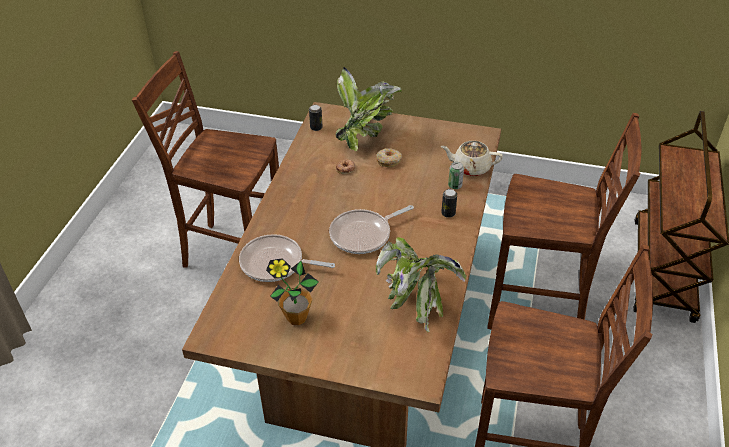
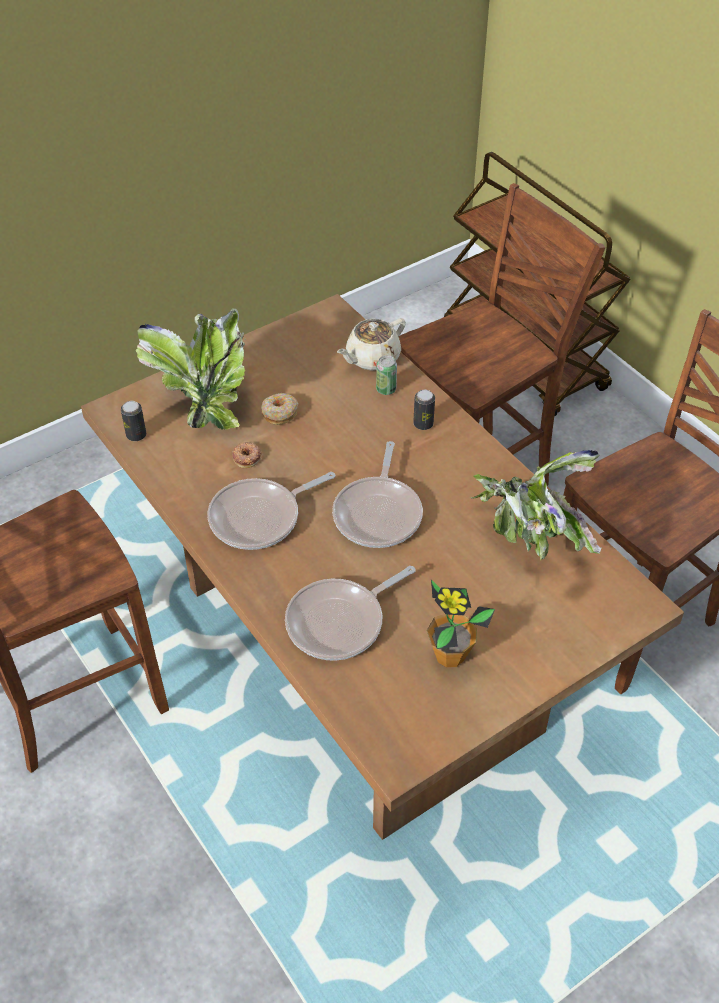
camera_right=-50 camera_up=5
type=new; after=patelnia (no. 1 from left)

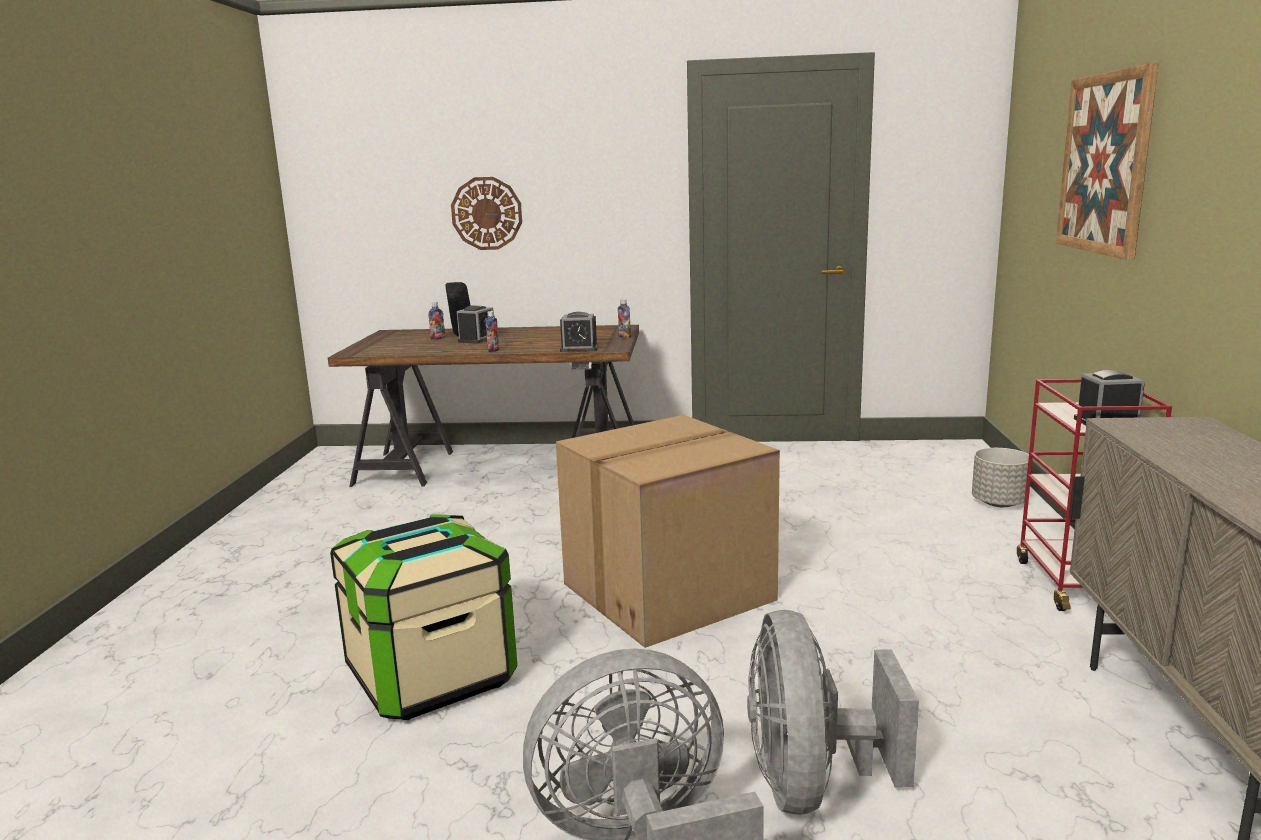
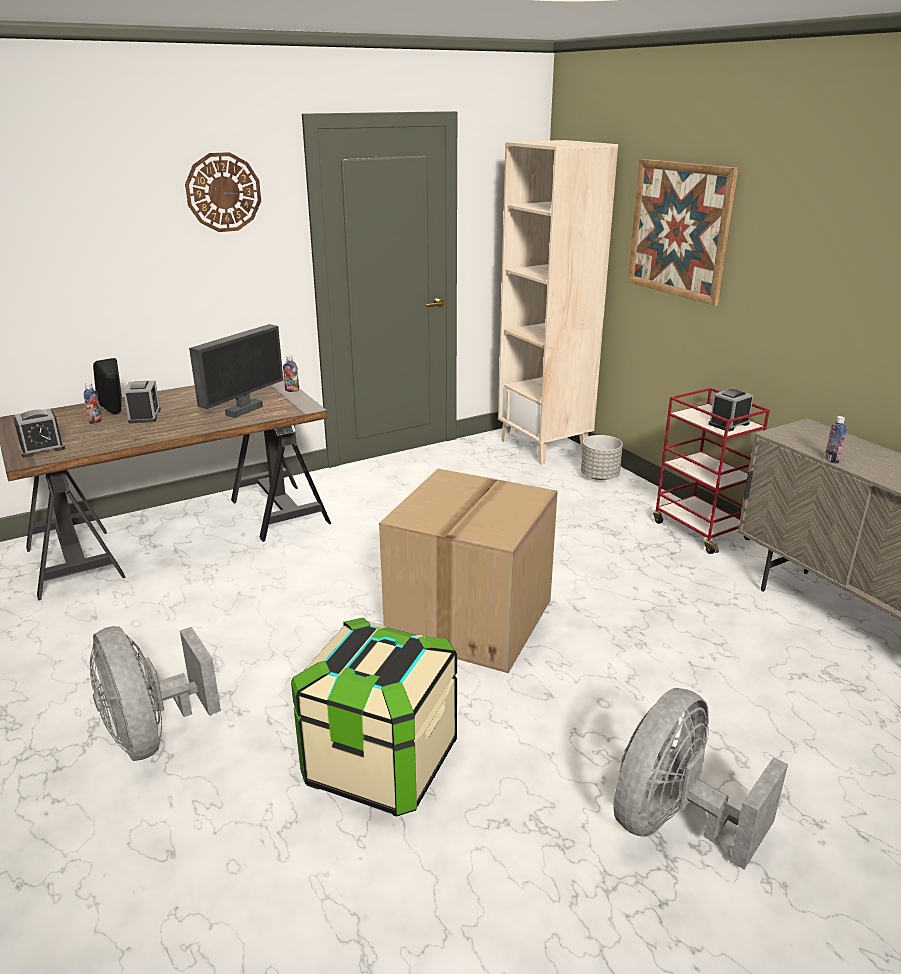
camera_right=-35 camera_up=10
type=shifted; before=zegar ścienny
type=shifted; before=butelka (no. 2 from left in the first image); after=butelka (no. 3 from left)
type=shifted; before=budzik (no. 2 from left in the first image); after=budzik (no. 1 from left)
type=shifted; before=wentylator/szary (no. 2 from left in the first image); after=wentylator/szary (no. 1 from left)
type=new; after=regał/beżowy
type=new; after=monitor

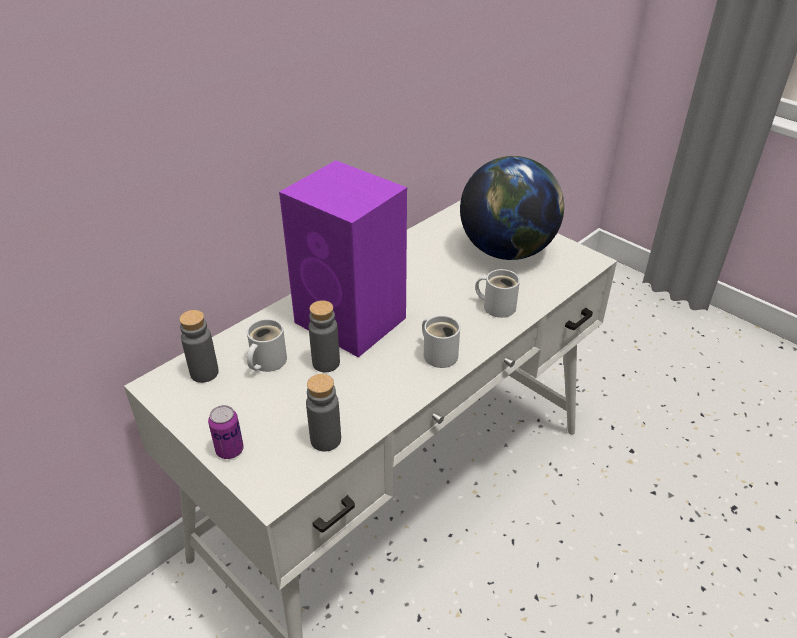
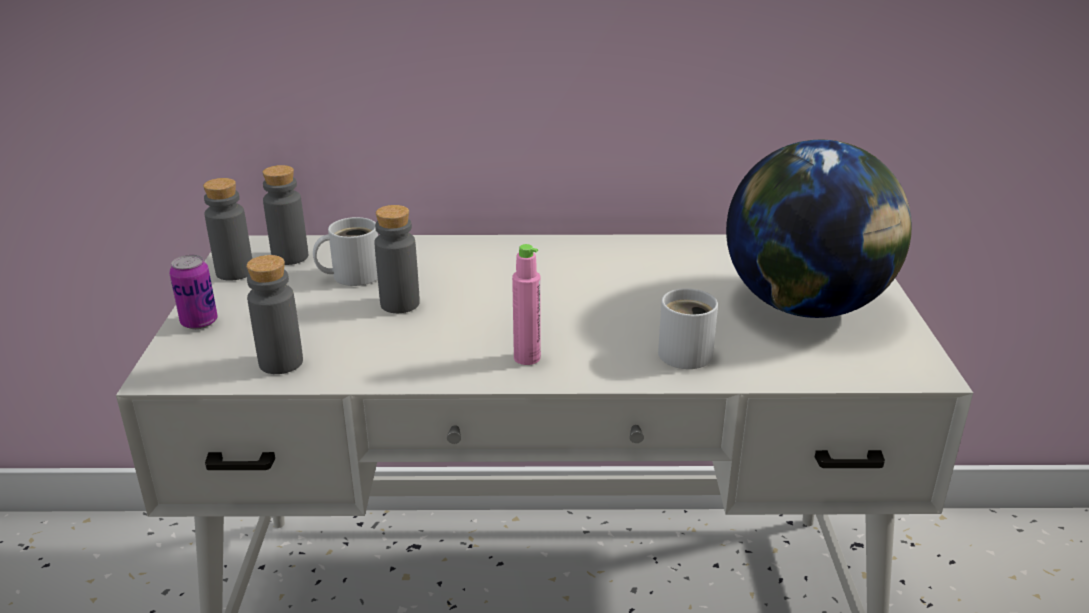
camera_right=45 camera_up=-10
type=gone; before=głośnik/fioletowy
type=swapped; before=kubek/biały (no. 2 from left); after=butelka/różowy
type=new; after=butelka/szary (no. 1 from left)

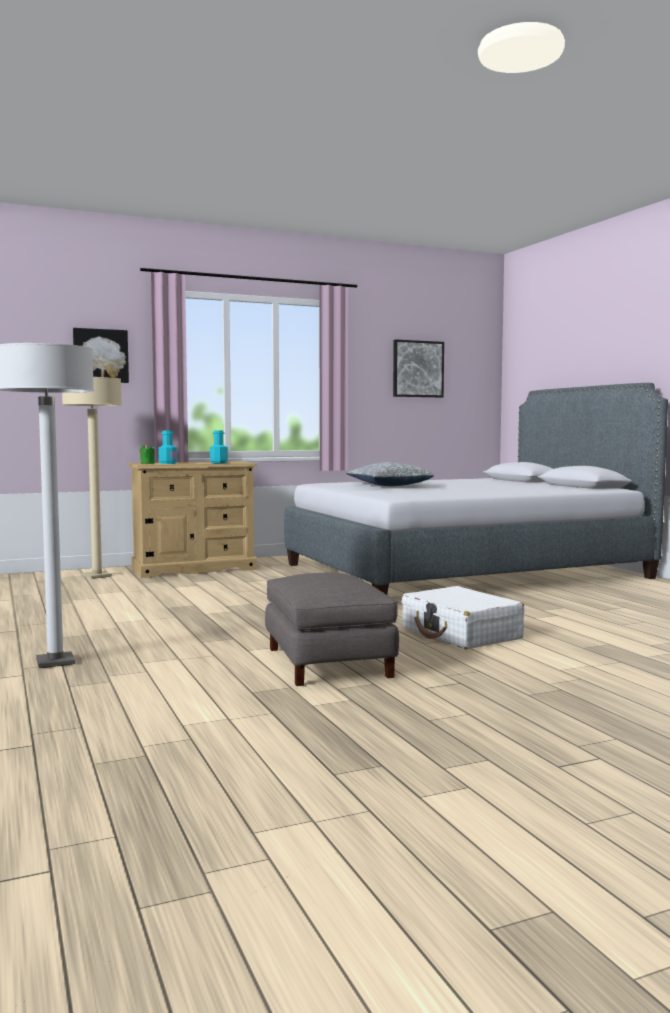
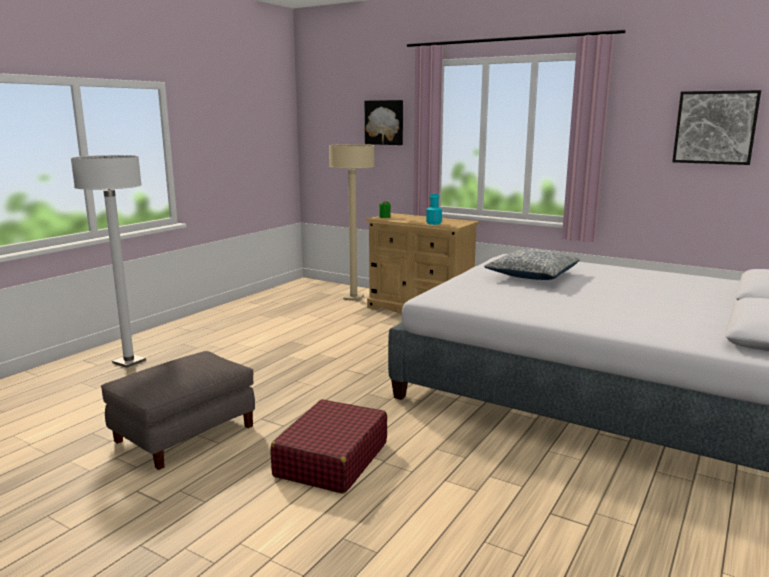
camera_right=55 camera_up=10
type=gone; before=butelka/turkusowy (no. 1 from left)
type=repainted; before=walizka/biały; after=walizka/czerwony

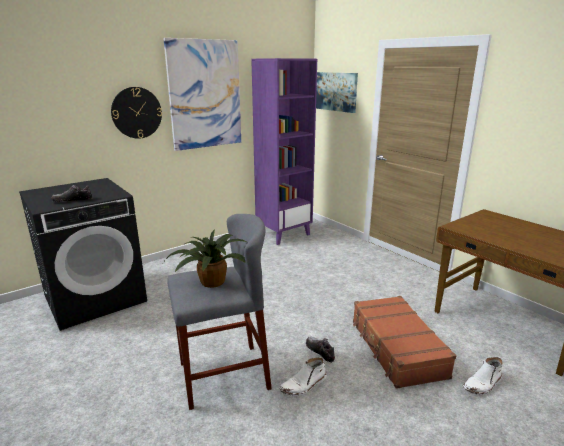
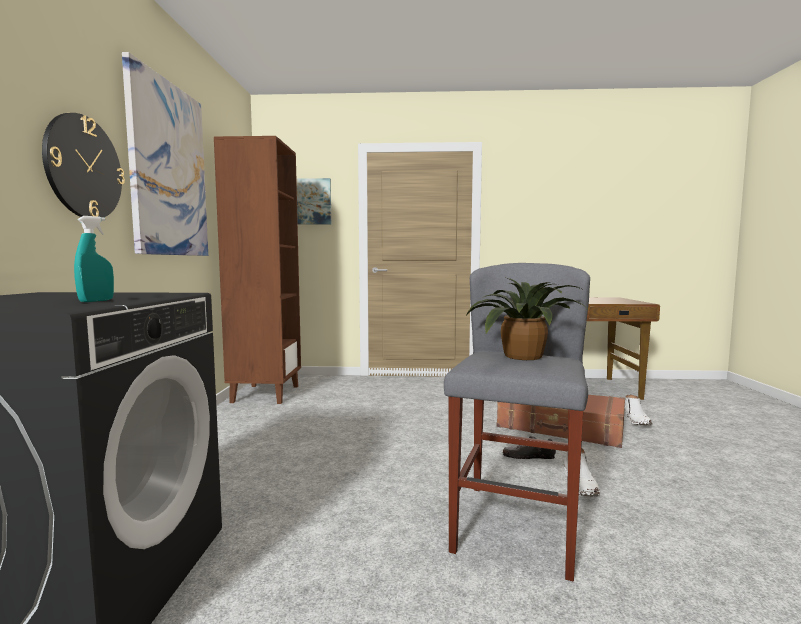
camera_right=-50 camera_up=-15
type=repainted; before=regał/fioletowy; after=regał/brązowy
type=swapped; before=but (no. 1 from left); after=spryskiwacz/turkusowy

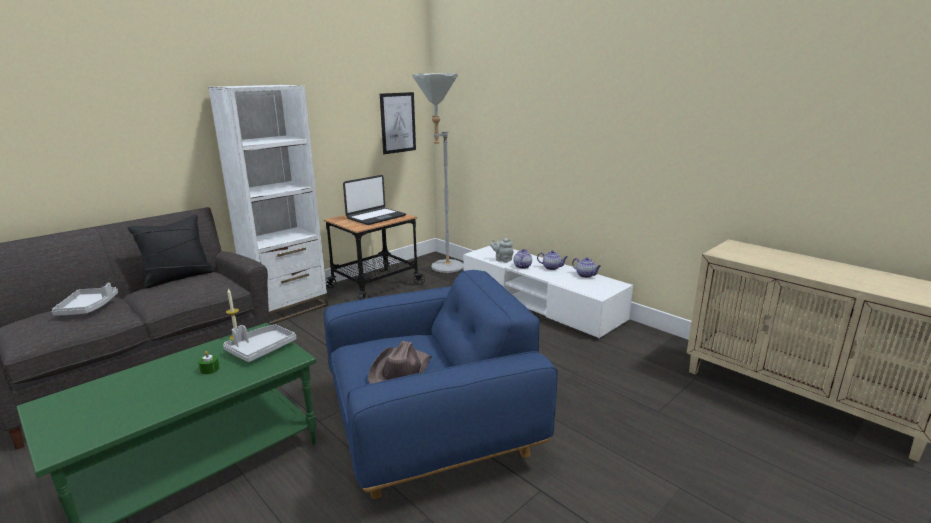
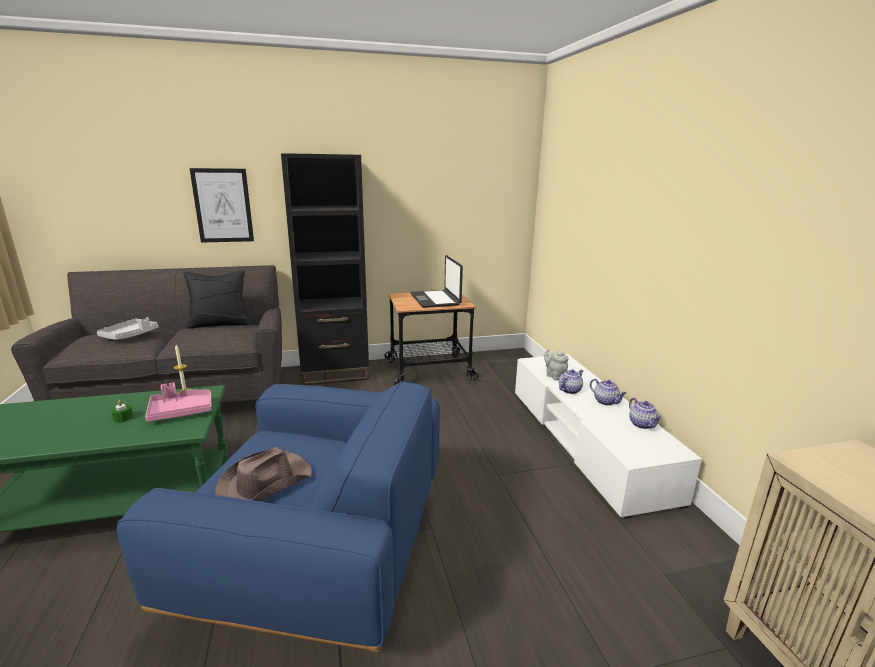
camera_right=30 camera_up=0
type=gone; before=lampa stojąca/szary
type=repainted; before=regał/biały; after=regał/czarny
type=shifted; before=obraz
type=rotated; before=laptop; turn=90
type=repainted; before=taca/szary (no. 2 from left); after=taca/różowy

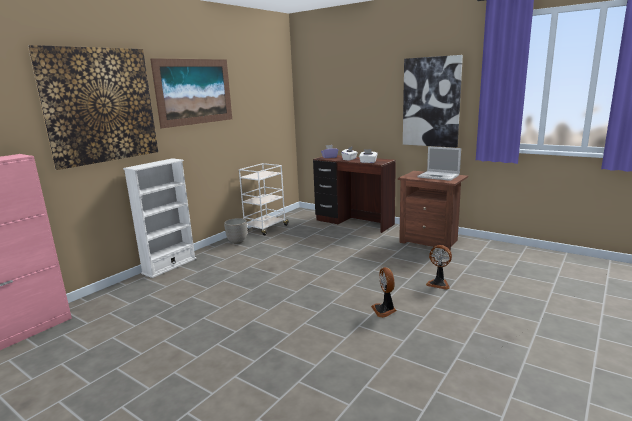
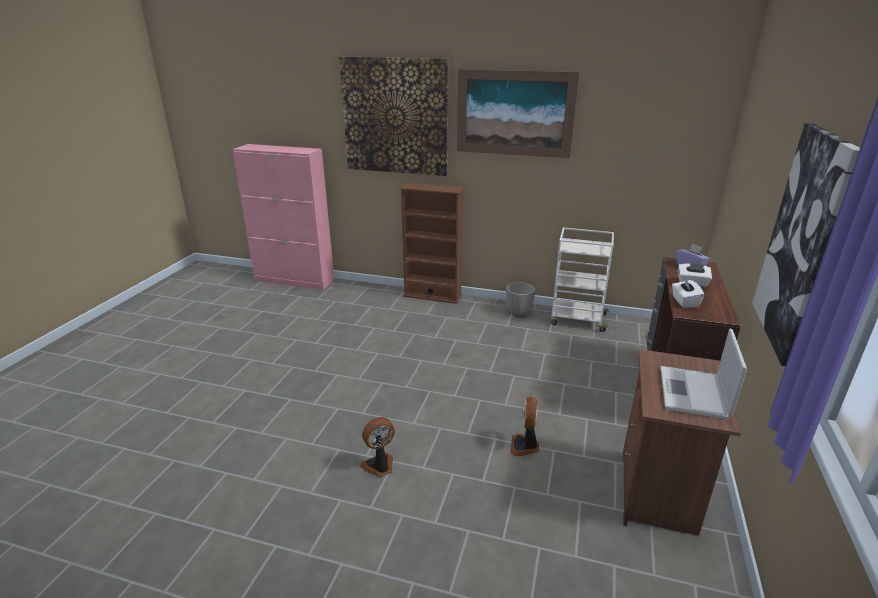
camera_right=70 camera_up=10
type=repainted; before=regał/biały; after=regał/brązowy
type=shifted; before=wentylator (no. 2 from left)

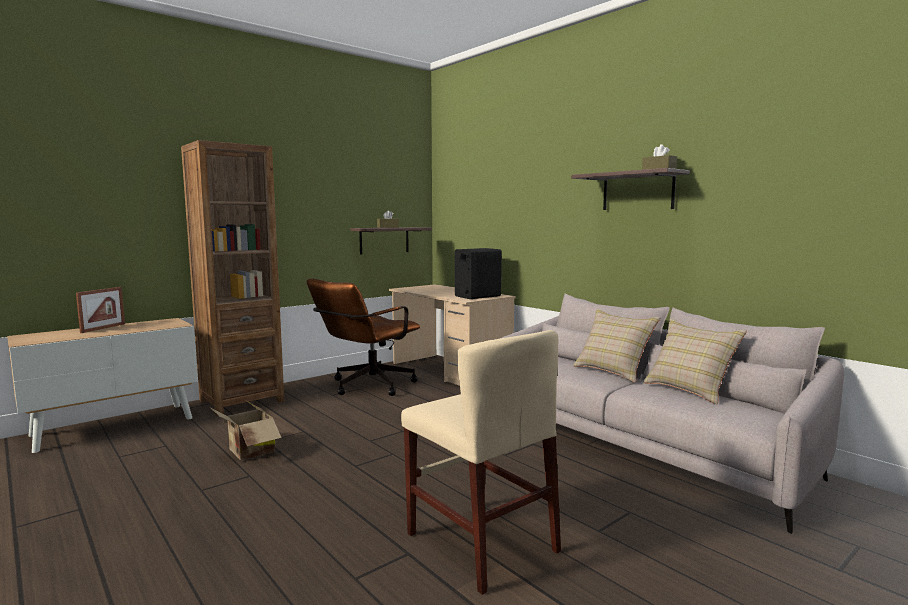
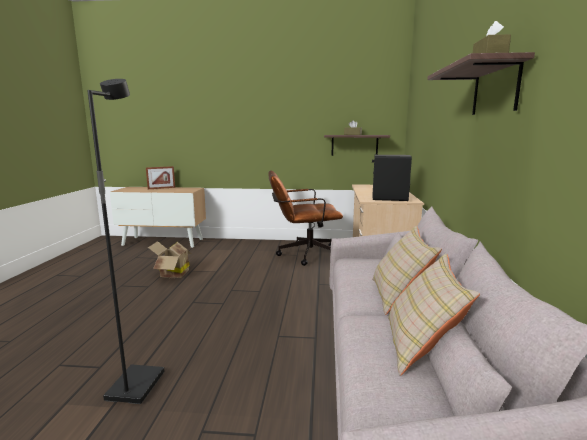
camera_right=45 camera_up=5
type=gone; before=regał/brązowy
type=swapped; before=krzesło/beżowy; after=lampa stojąca/czarny

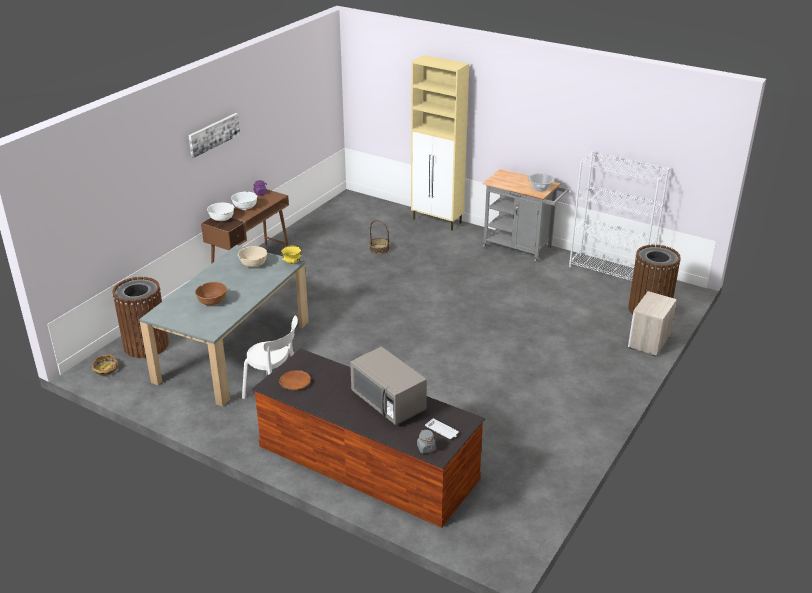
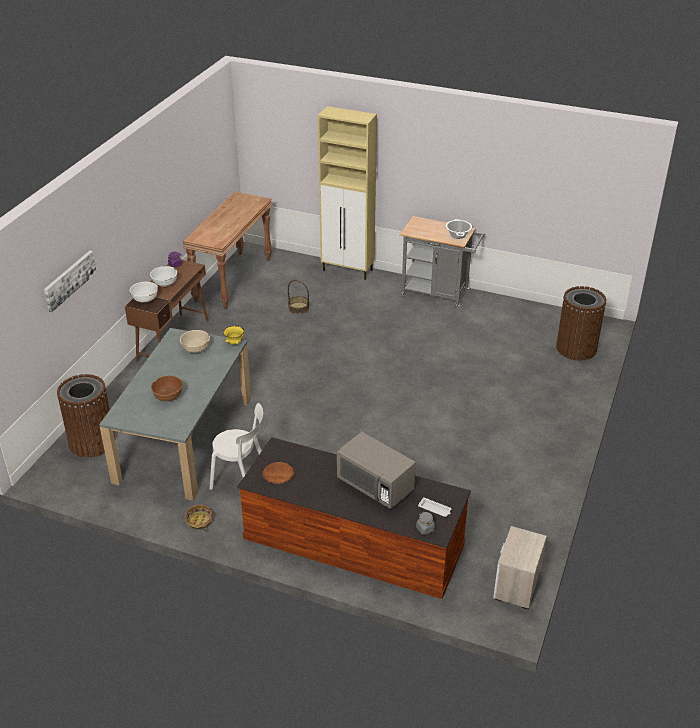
camera_right=-10 camera_up=5
type=shifted; before=obraz
type=gone; before=regał/biały
type=shifted; before=szafka nocna
type=shifted; before=koszyk (no. 1 from left)
type=new; after=stolik konsolowy/brązowy

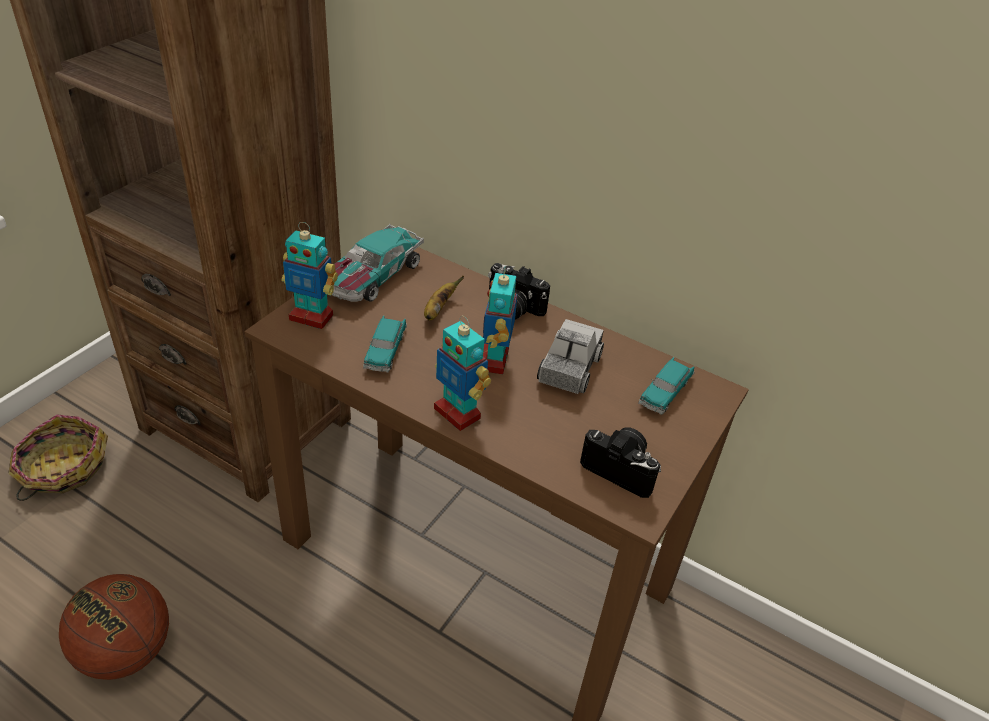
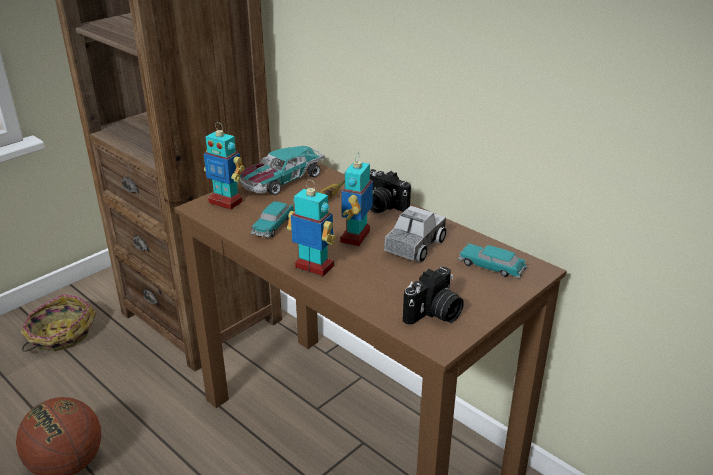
camera_right=15 camera_up=-10
type=rotated; before=robot zabawkowy (no. 2 from left); turn=150
type=rotated; before=samochodzik (no. 3 from left); turn=75
type=rotated; before=aparat fotograficzny (no. 2 from left); turn=90

